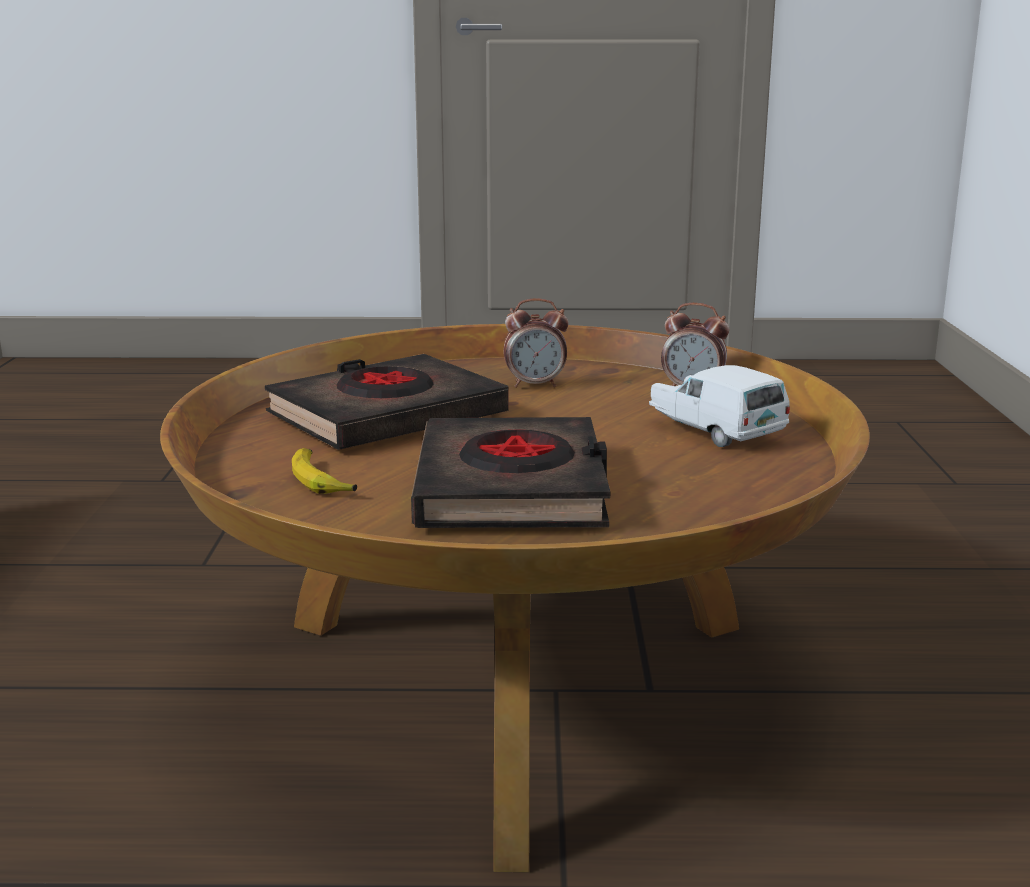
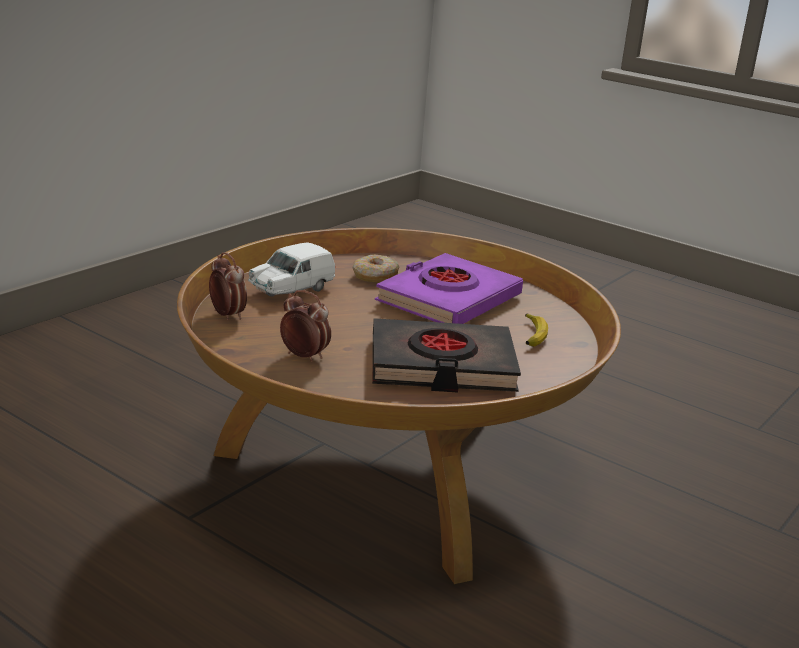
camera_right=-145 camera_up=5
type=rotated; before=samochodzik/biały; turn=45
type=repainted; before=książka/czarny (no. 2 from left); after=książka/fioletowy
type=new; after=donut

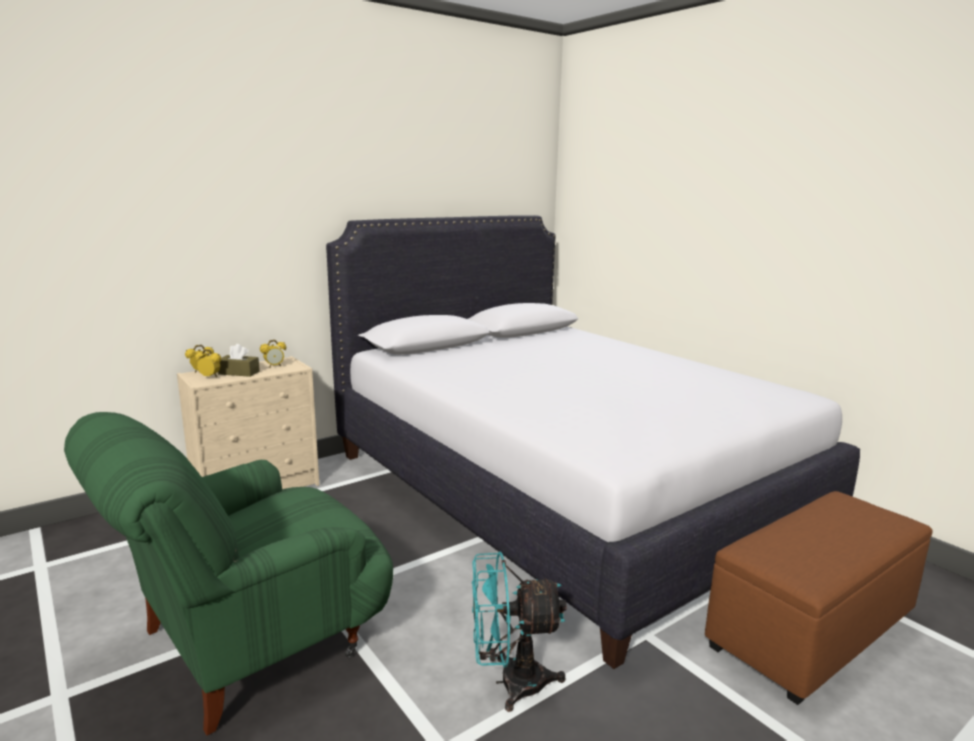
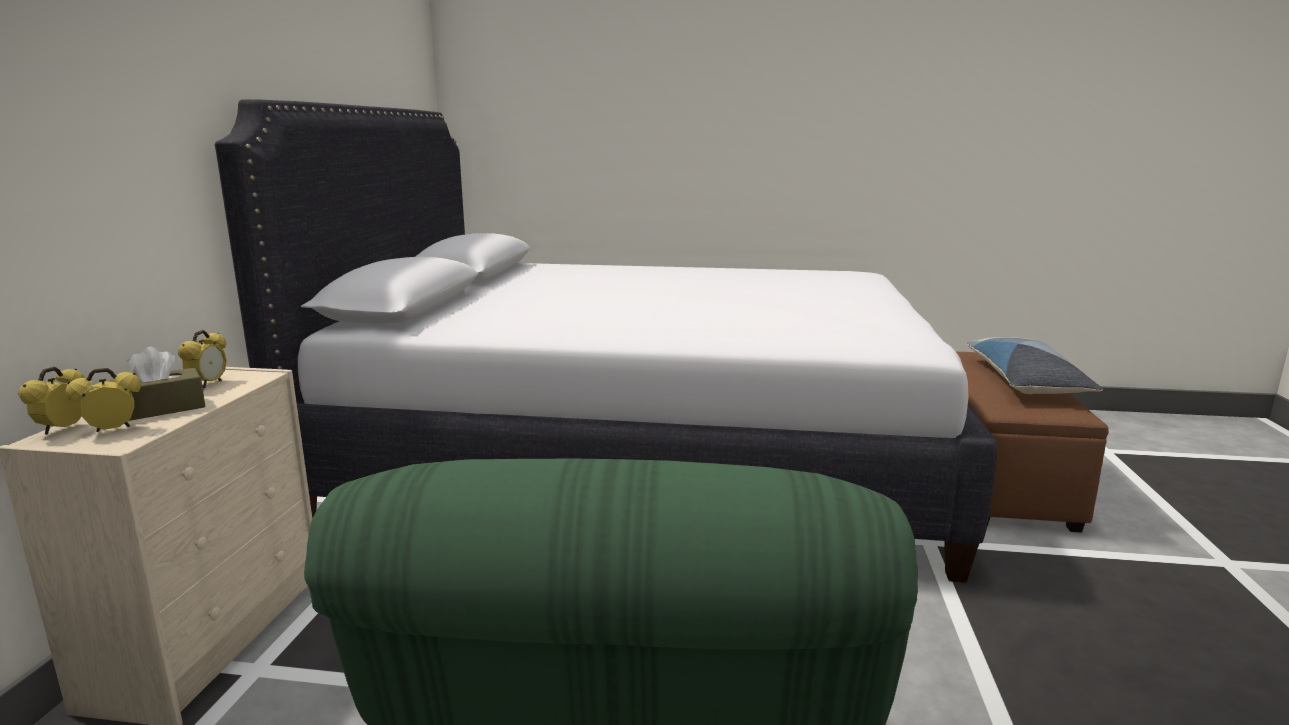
camera_right=-45 camera_up=0
type=gone; before=wentylator/turkusowy
type=new; after=poduszka

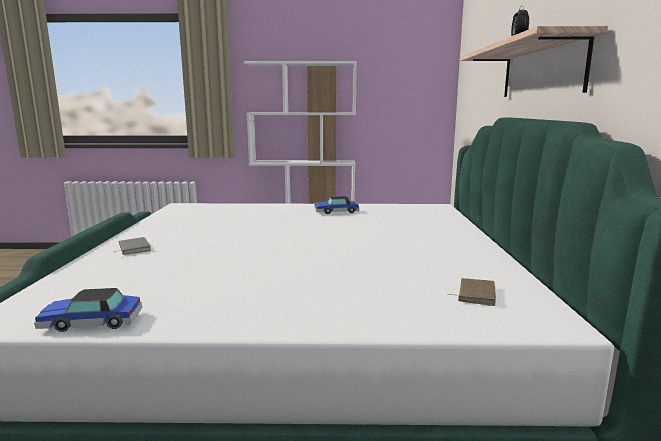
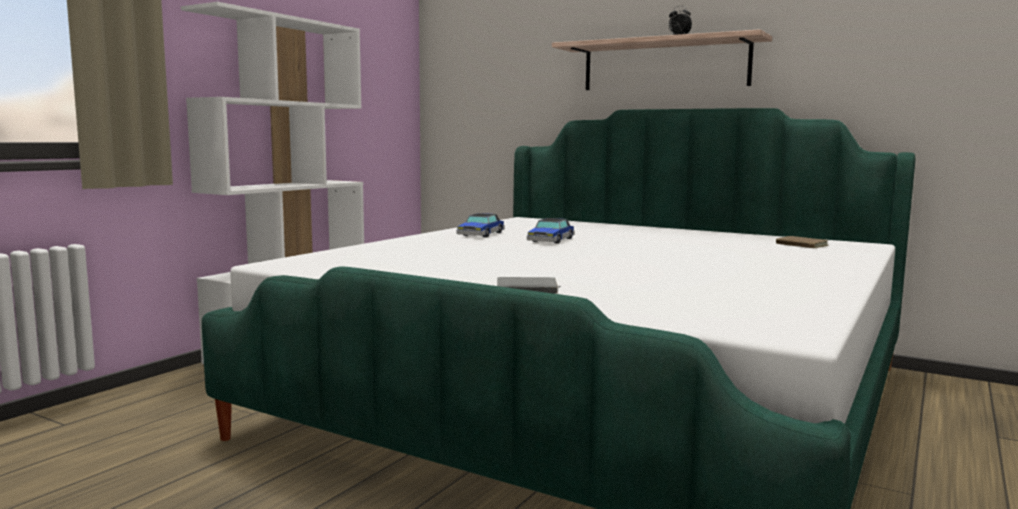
camera_right=-60 camera_up=-5
type=shifted; before=samochodzik (no. 1 from left in the first image); after=samochodzik (no. 2 from left)

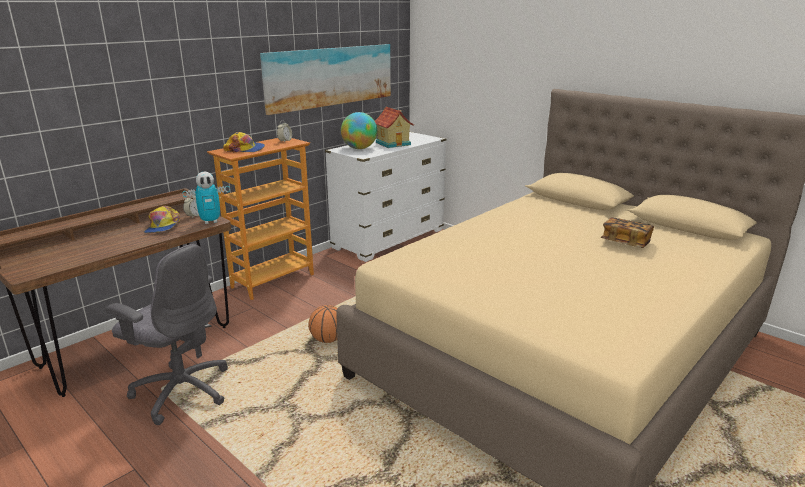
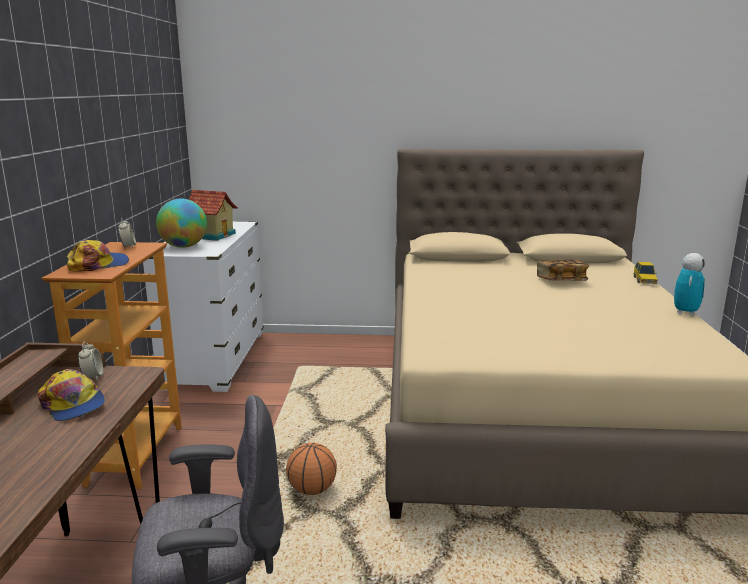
camera_right=-40 camera_up=-5
type=gone; before=obraz
type=shifted; before=robot zabawkowy
type=new; after=samochodzik

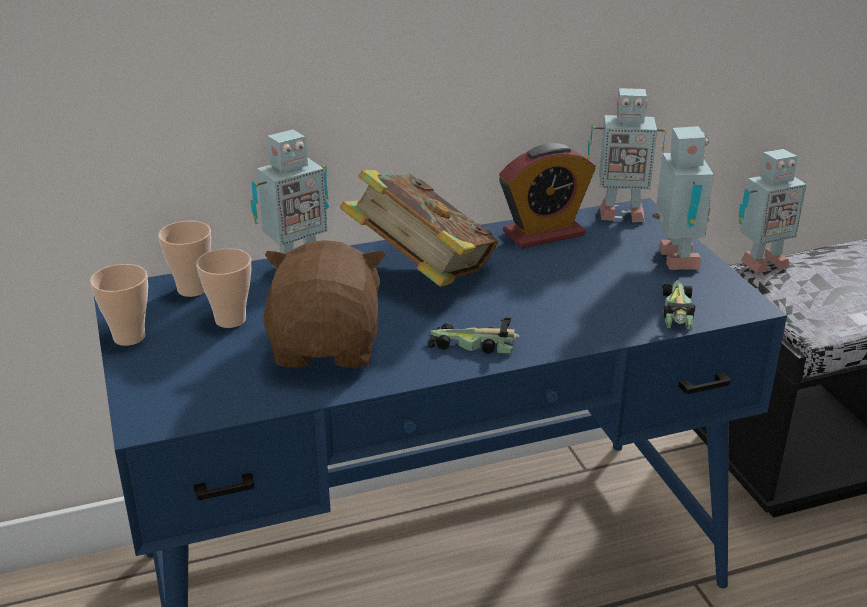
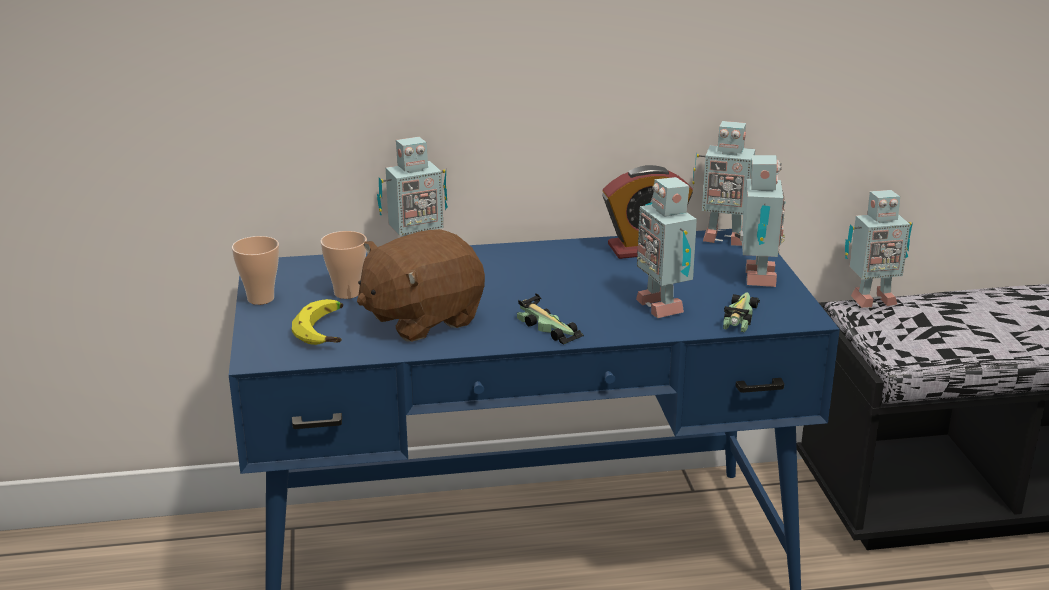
camera_right=10 camera_up=-5
type=gone; before=książka
type=gone; before=filiżanka (no. 2 from left)
type=rotated; before=pluszak/brązowy; turn=-135
type=rotated; before=samochodzik (no. 1 from left); turn=-150
type=new; after=robot zabawkowy (no. 2 from left)
type=new; after=banan

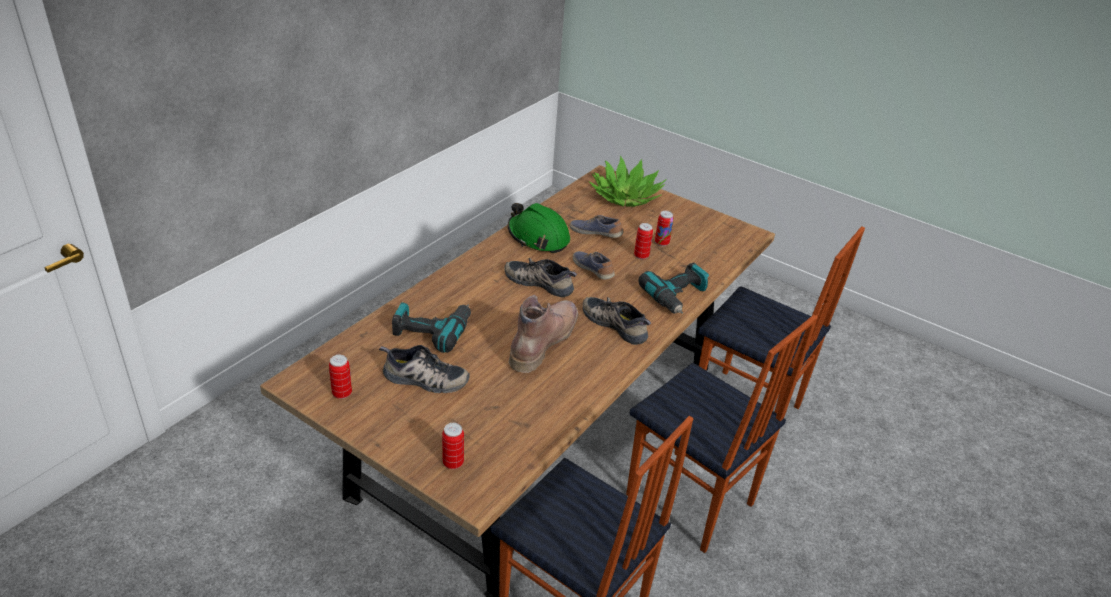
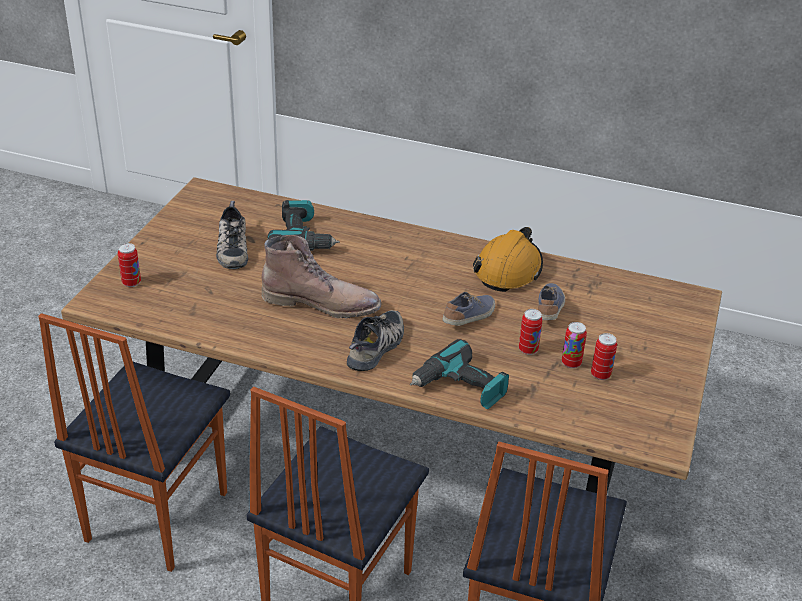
camera_right=75 camera_up=0
type=gone; before=roślina doniczkowa
type=repainted; before=kask/zielony; after=kask/pomarańczowy
type=gone; before=but (no. 2 from left)
type=shifted; before=puszka (no. 1 from left in the first image); after=puszka (no. 4 from left)

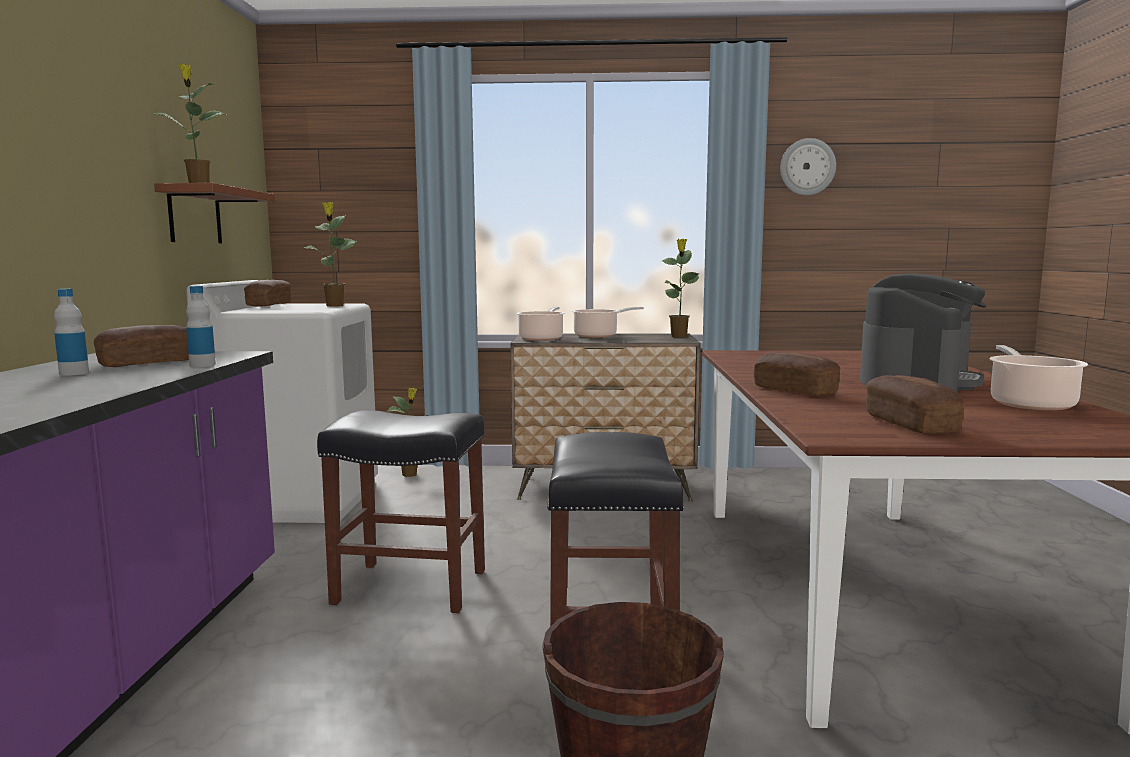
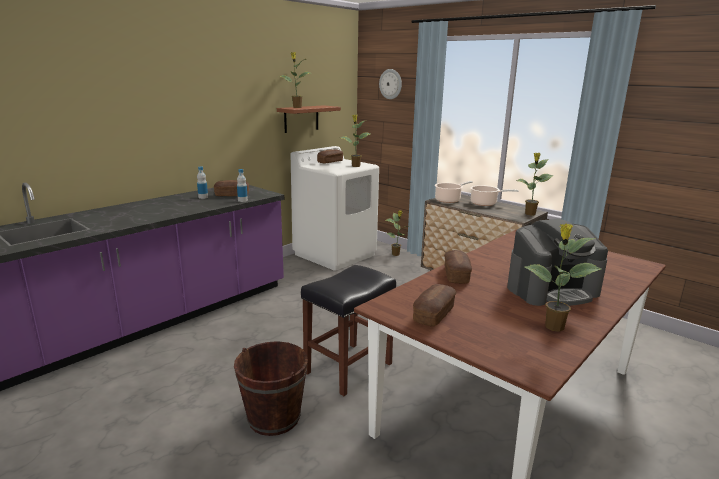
camera_right=40 camera_up=10
type=shifted; before=zegar ścienny
type=swapped; before=garnek (no. 3 from left); after=roślina doniczkowa (no. 5 from left)
type=gone; before=stołek/czarny (no. 1 from left)

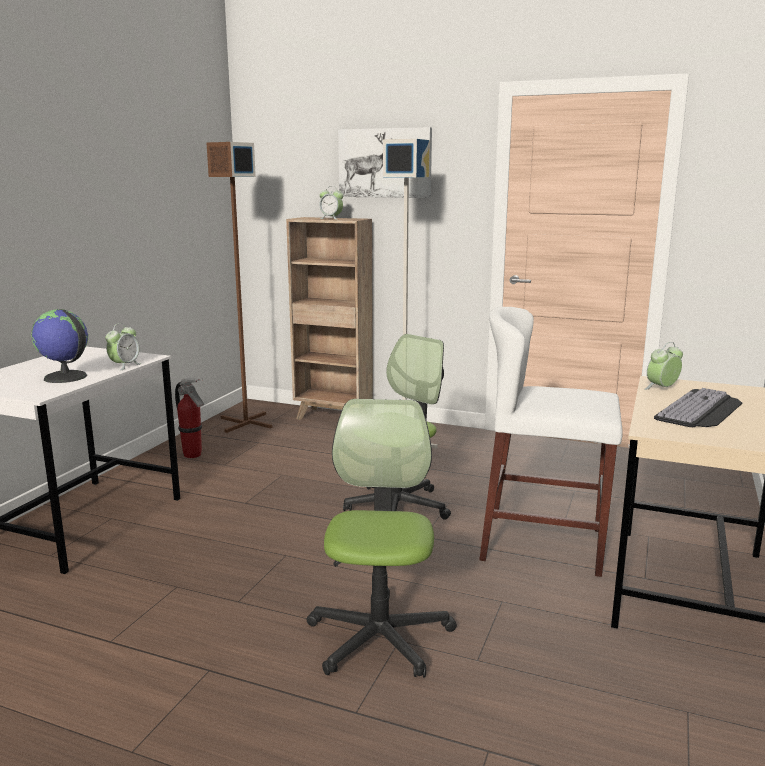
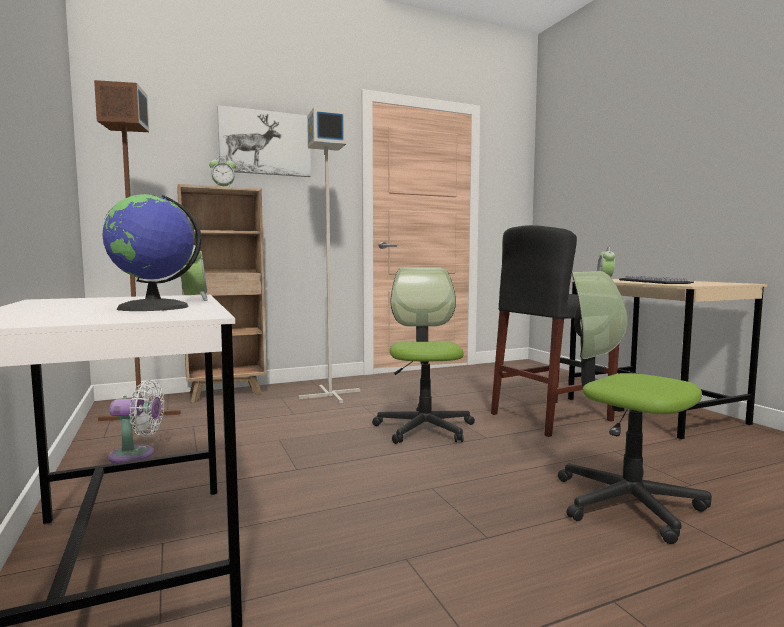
camera_right=-45 camera_up=-10
type=repainted; before=stołek/biały; after=stołek/czarny
type=swapped; before=gaśnica; after=wentylator/biały

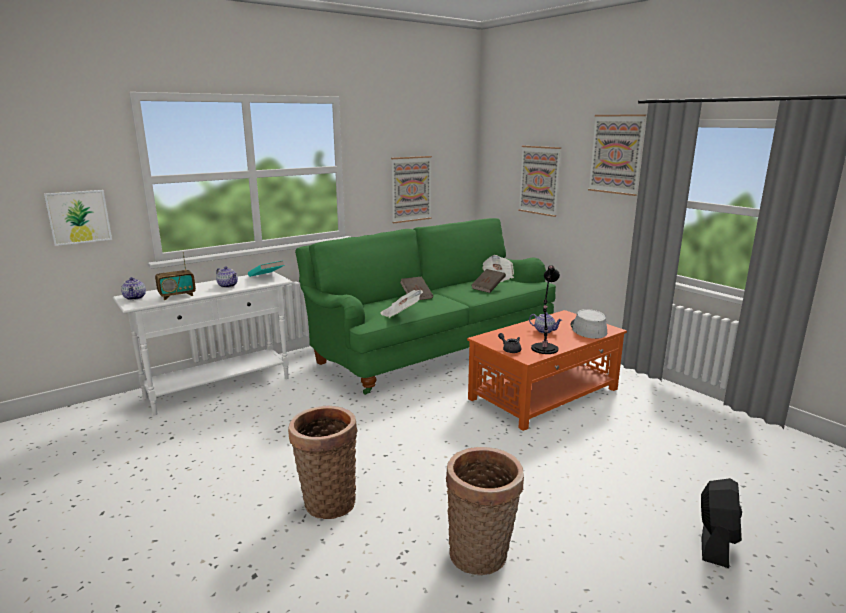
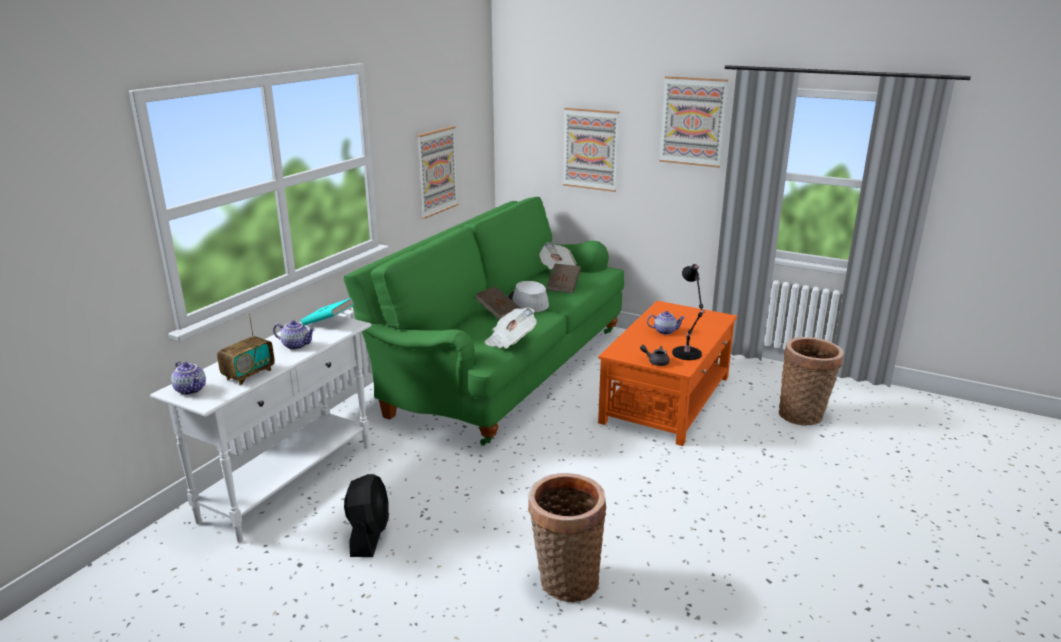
camera_right=-25 camera_up=5
type=gone; before=obraz (no. 1 from left)
type=shifted; before=kapelusz/szary
type=shifted; before=koszyk (no. 2 from left)
type=shifted; before=wentylator/czarny

